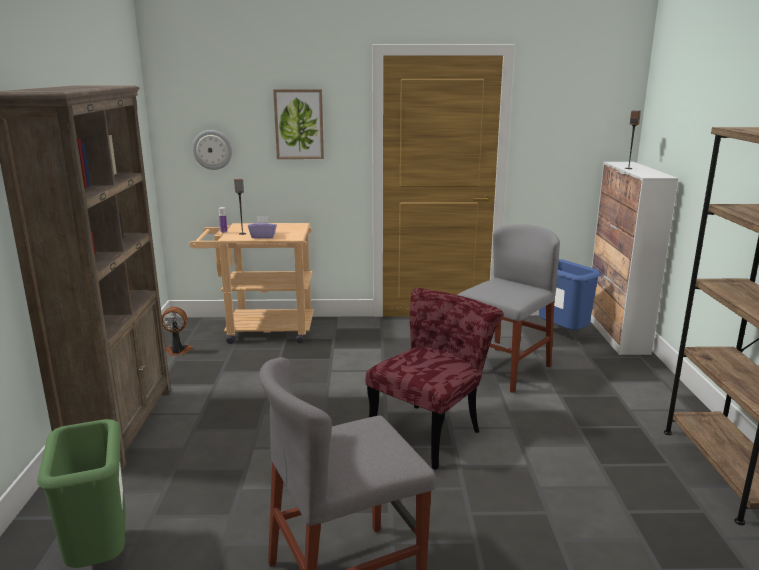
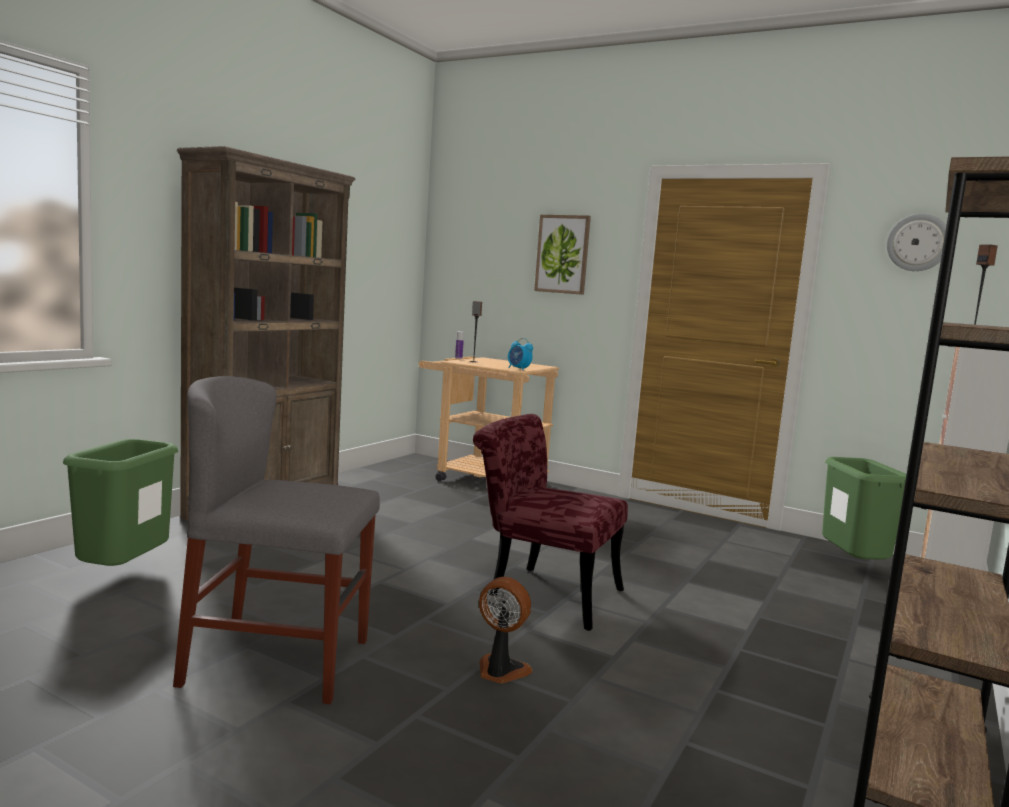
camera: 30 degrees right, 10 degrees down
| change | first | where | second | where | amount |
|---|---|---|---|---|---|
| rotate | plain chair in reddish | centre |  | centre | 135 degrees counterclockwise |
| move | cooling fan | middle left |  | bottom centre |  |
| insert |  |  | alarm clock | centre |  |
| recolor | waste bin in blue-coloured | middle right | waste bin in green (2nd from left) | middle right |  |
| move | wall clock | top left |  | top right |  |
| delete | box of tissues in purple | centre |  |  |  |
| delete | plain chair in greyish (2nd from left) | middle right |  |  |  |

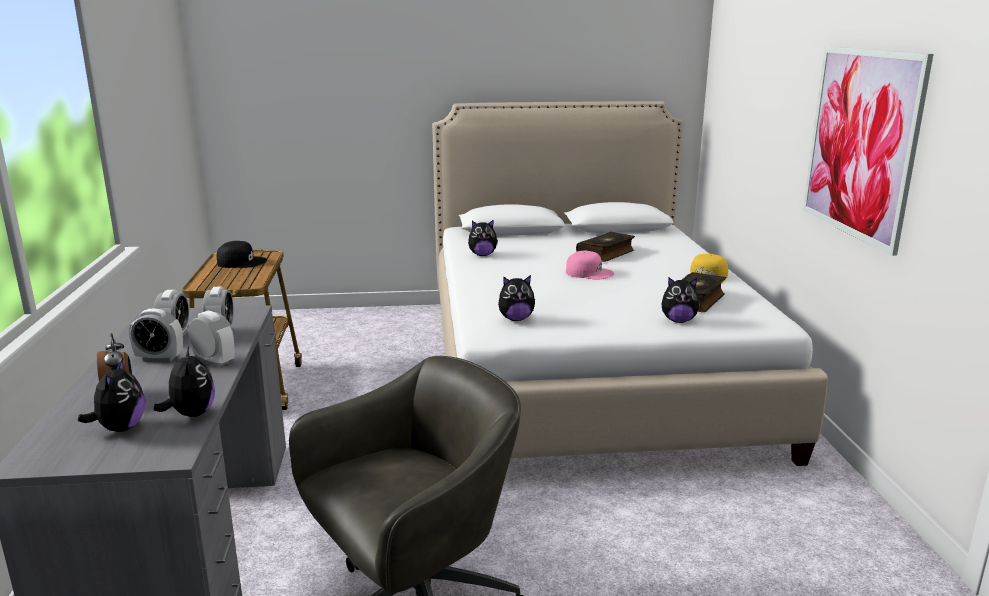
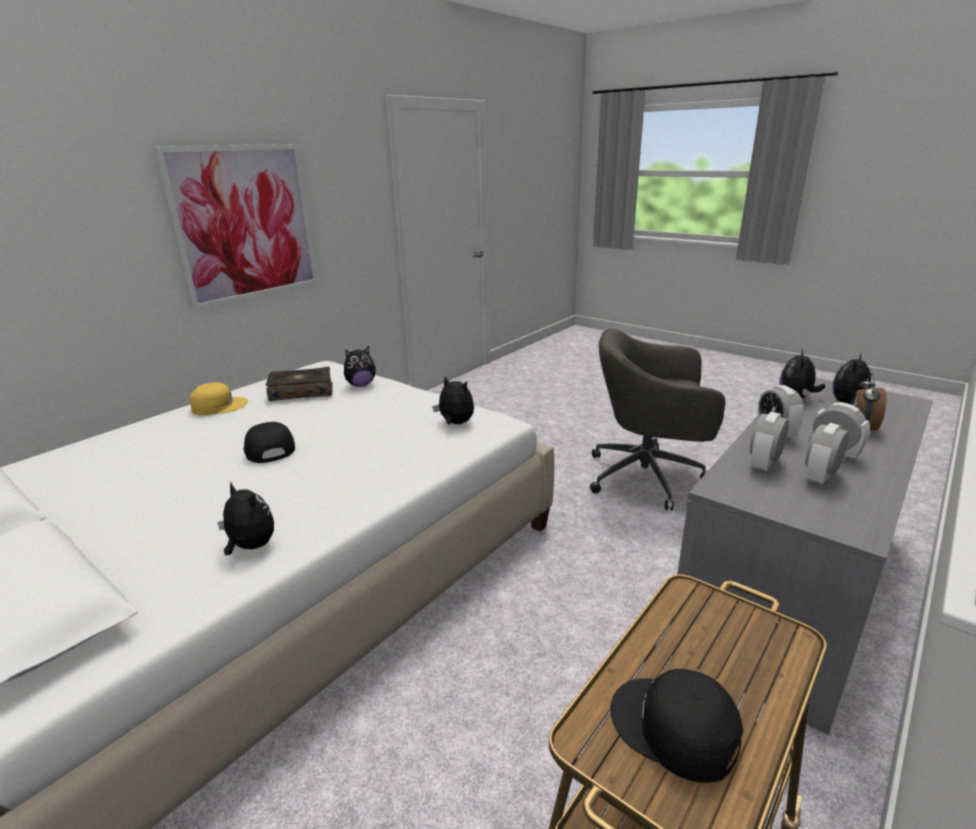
camera: 135 degrees left, 5 degrees up
| change | first | where | second | where | amount |
|---|---|---|---|---|---|
| recolor | baseball cap in pink-coloured | centre | baseball cap in black (1st from left) | middle left |  |
| rotate | plush toy (5th from left in the first image) | middle right | plush toy (2nd from left) | centre | 105 degrees clockwise |
| delete | bound book (1st from left) | centre |  |  |  |

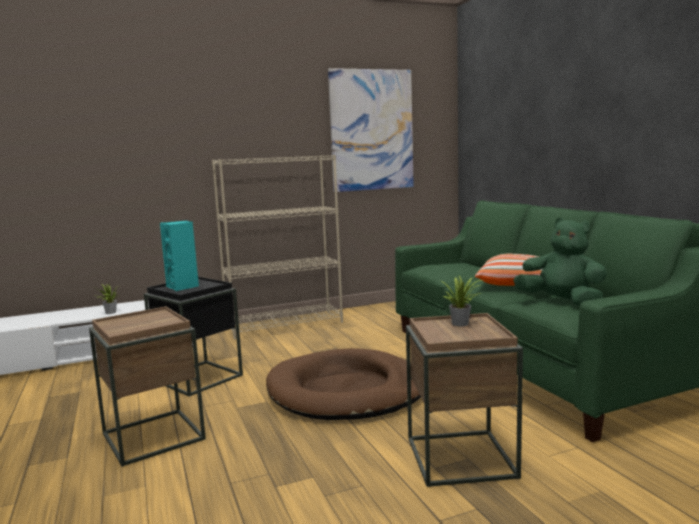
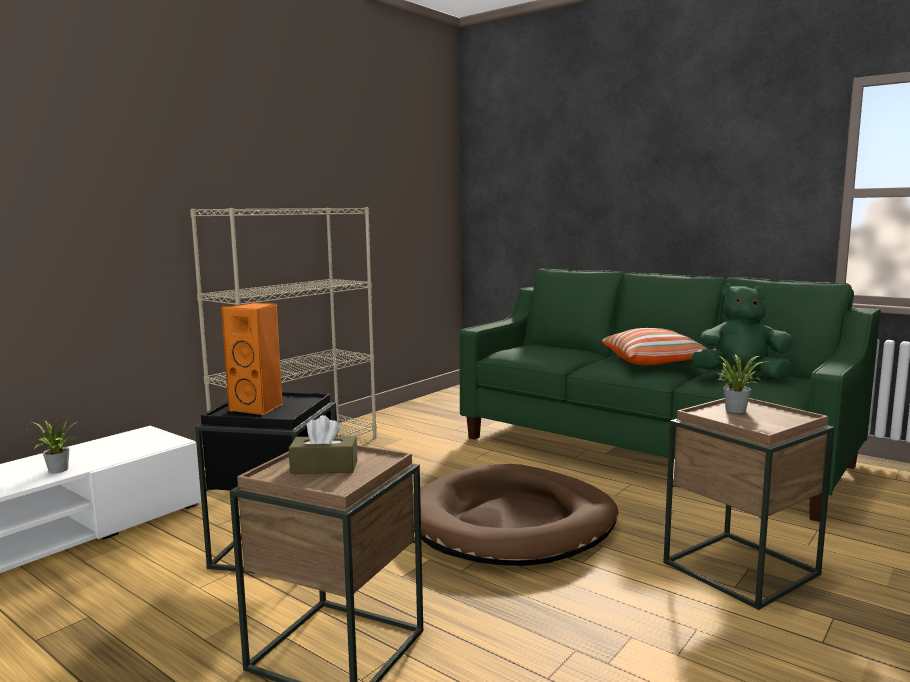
camera: 30 degrees left, 0 degrees up
| change | first | where | second | where | amount |
|---|---|---|---|---|---|
| recolor | speaker in blue-green | middle left | speaker in orangey | middle left |  |
| insert |  |  | box of tissues in brown | centre |  |
| delete | picture | top centre |  |  |  |

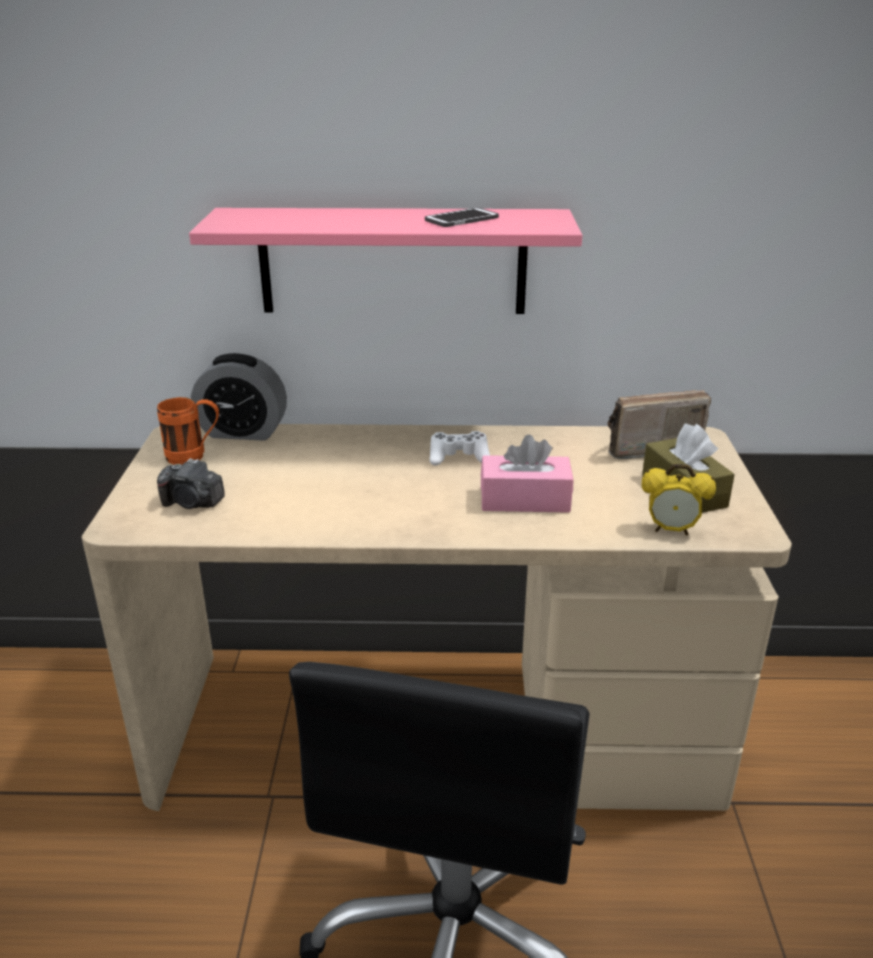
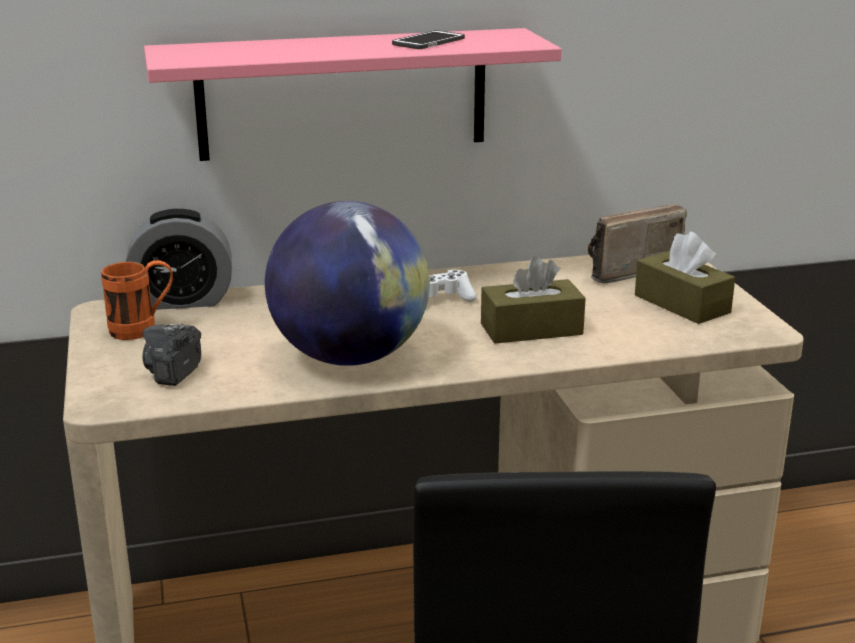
camera: 15 degrees left, 5 degrees down
| change | first | where | second | where | amount |
|---|---|---|---|---|---|
| rotate | still camera | middle left |  | middle left | 105 degrees clockwise |
| insert |  |  | desk globe | centre |  |
| recolor | box of tissues in pink-coloured | centre | box of tissues in brown (1st from left) | centre |  |
| delete | alarm clock (2nd from left) | middle right |  |  |  |

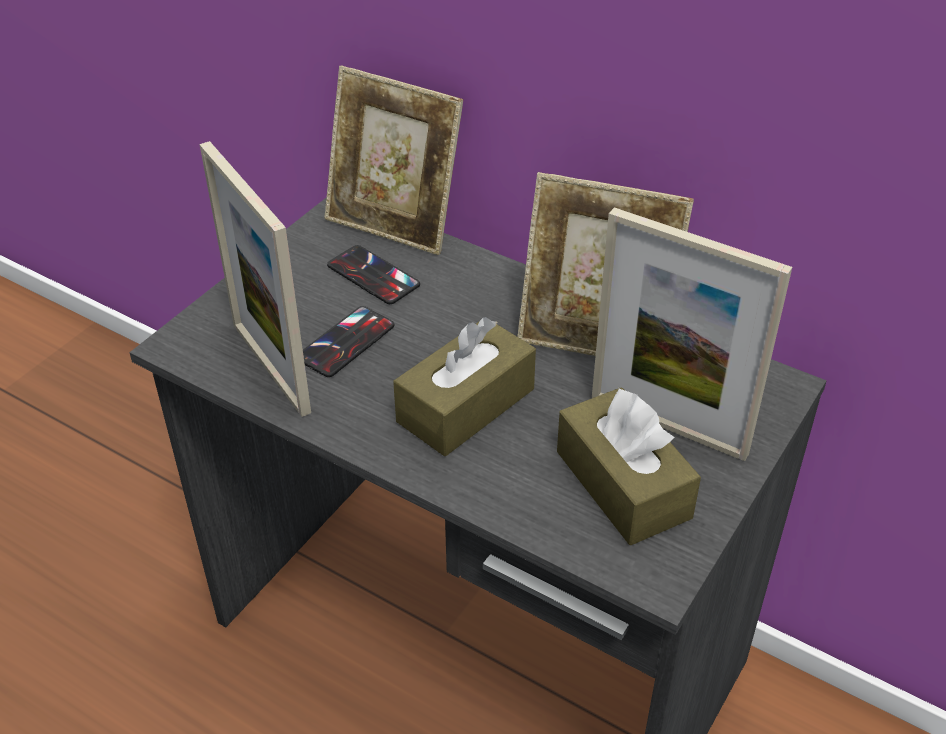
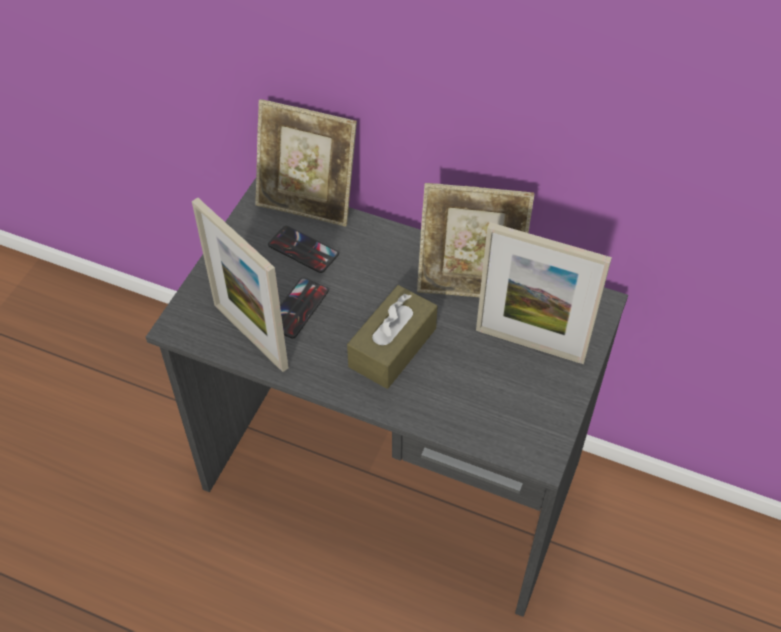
camera: 10 degrees left, 10 degrees up
| change | first | where | second | where | amount |
|---|---|---|---|---|---|
| delete | box of tissues in brown (2nd from left) | centre |  |  |  |

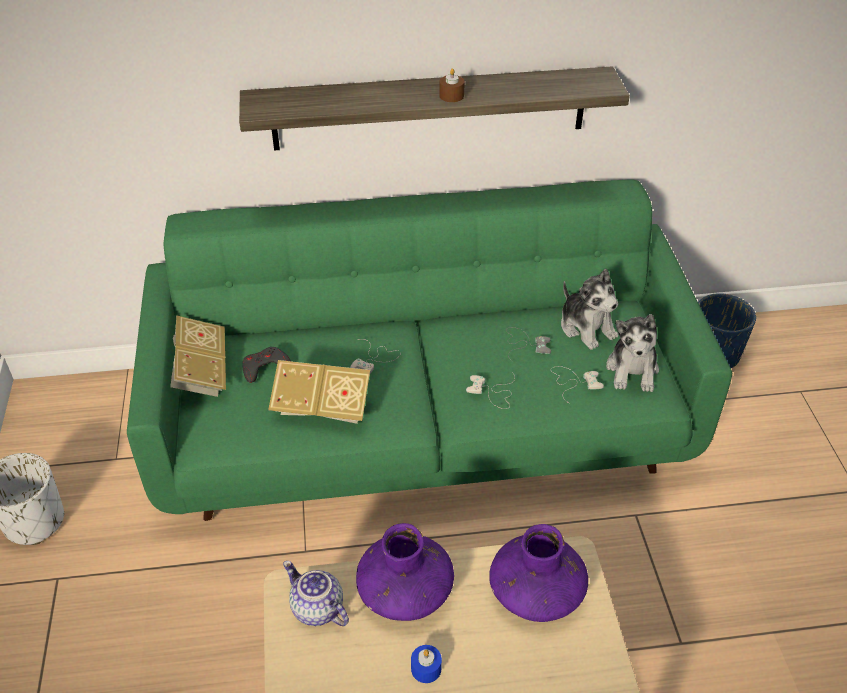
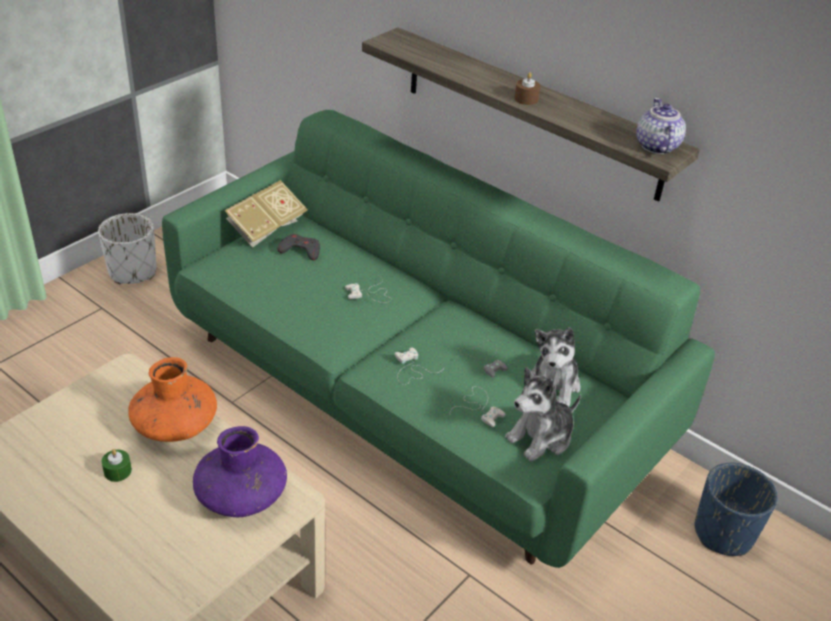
camera: 45 degrees right, 5 degrees down
| change | first | where | second | where | amount |
|---|---|---|---|---|---|
| recolor | candle in blue-coloured | bottom centre | candle in green | bottom left |  |
| recolor | decorative vase in purple (1st from left) | bottom centre | decorative vase in orangey | middle left |  |
| move | tea pot | bottom centre |  | top right |  |
| delete | bound book (2nd from left) | centre |  |  |  |

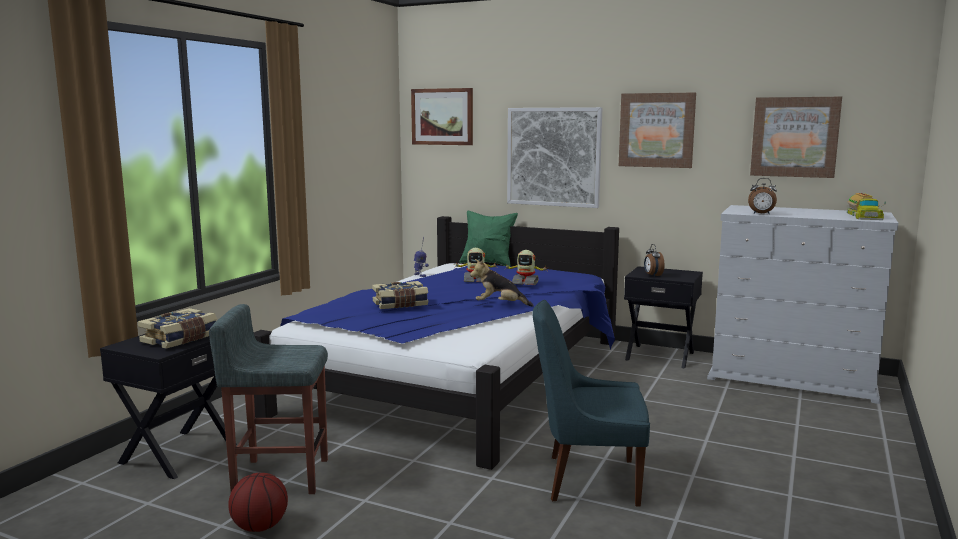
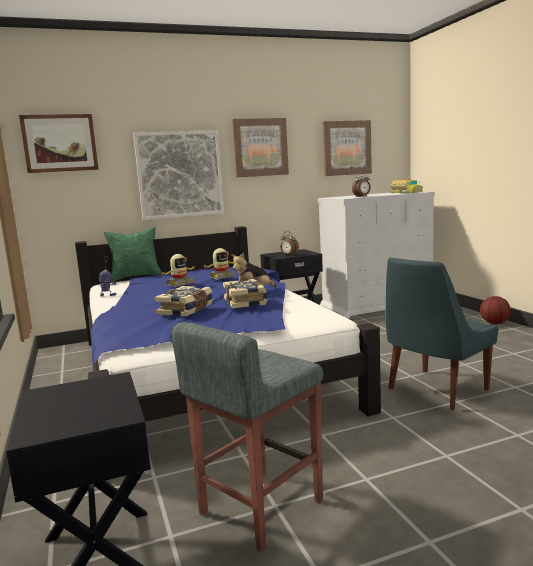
camera: 45 degrees left, 0 degrees up
| change | first | where | second | where | amount |
|---|---|---|---|---|---|
| move | bound book (1st from left in the first image) | middle left | bound book (2nd from left) | centre |  |
| move | ball for basketball | bottom left |  | middle right |  |

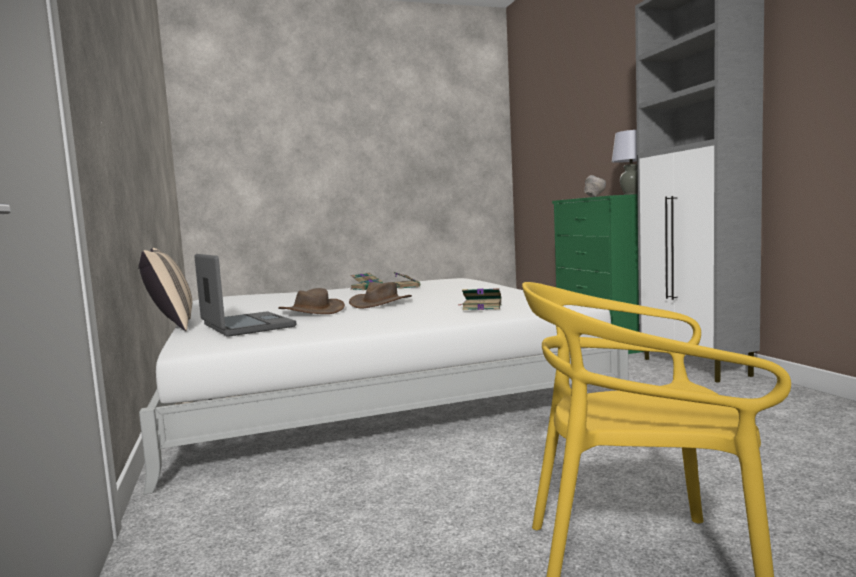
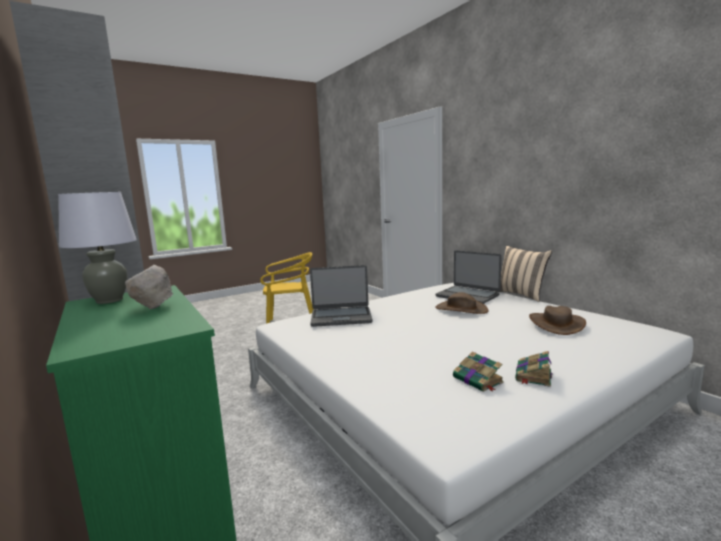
camera: 165 degrees right, 5 degrees up
| change | first | where | second | where | amount |
|---|---|---|---|---|---|
| replace | bound book (3rd from left) | centre | laptop (1st from left) | centre |  |
| move | hat in brown (2nd from left) | centre |  | middle right |  |

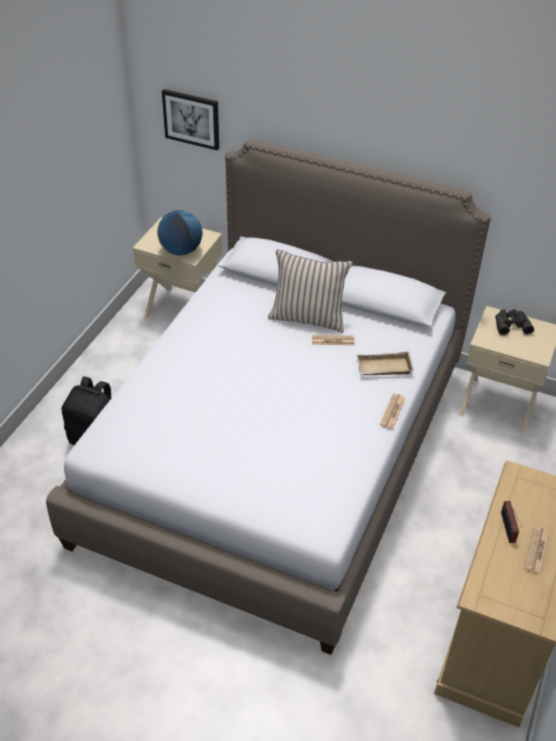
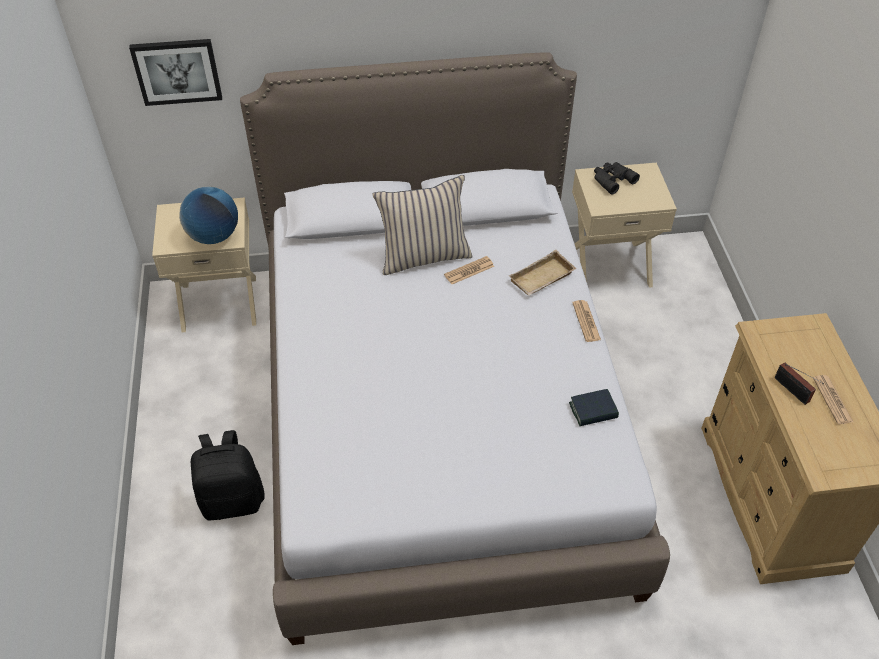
camera: 30 degrees left, 5 degrees up
| change | first | where | second | where | amount |
|---|---|---|---|---|---|
| insert |  |  | bound book | middle right |  |

